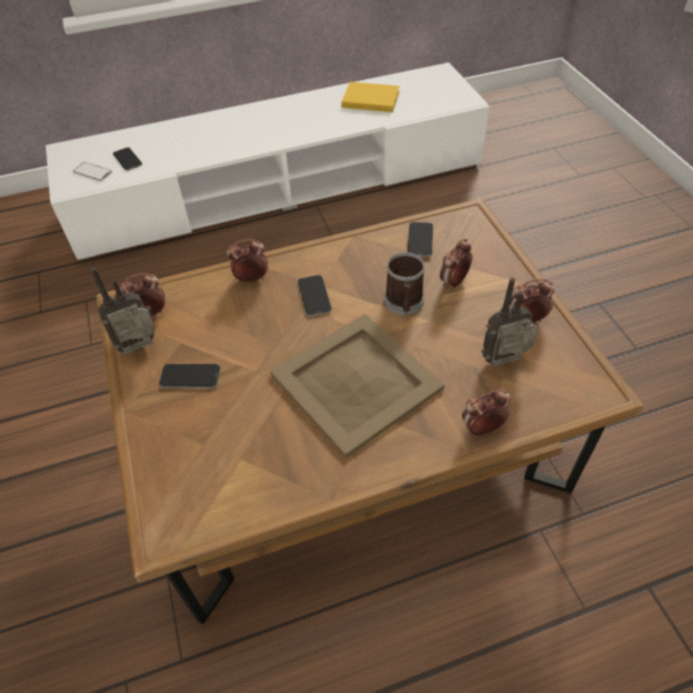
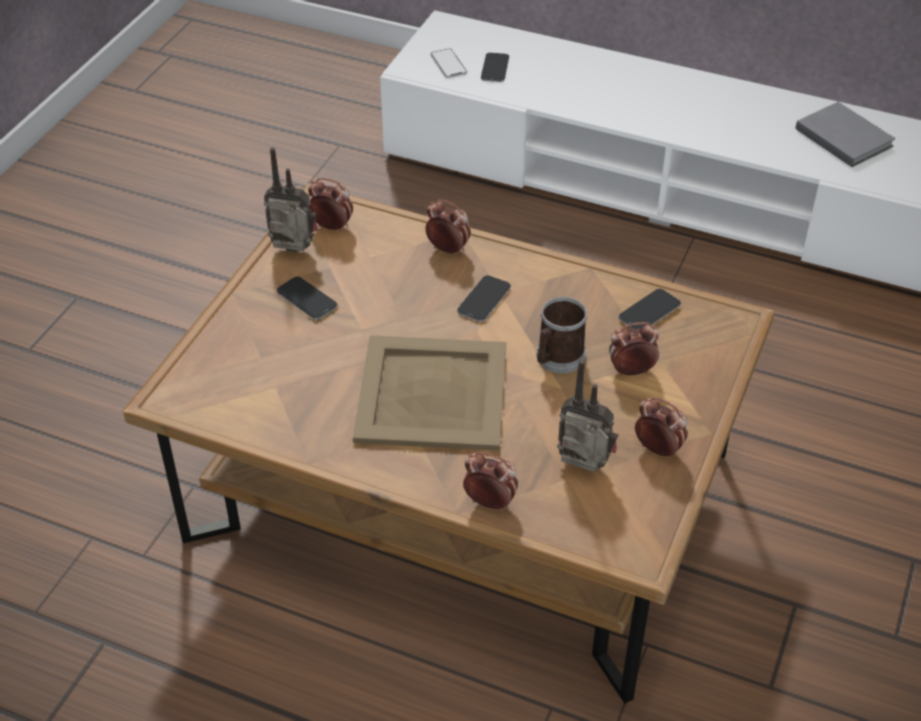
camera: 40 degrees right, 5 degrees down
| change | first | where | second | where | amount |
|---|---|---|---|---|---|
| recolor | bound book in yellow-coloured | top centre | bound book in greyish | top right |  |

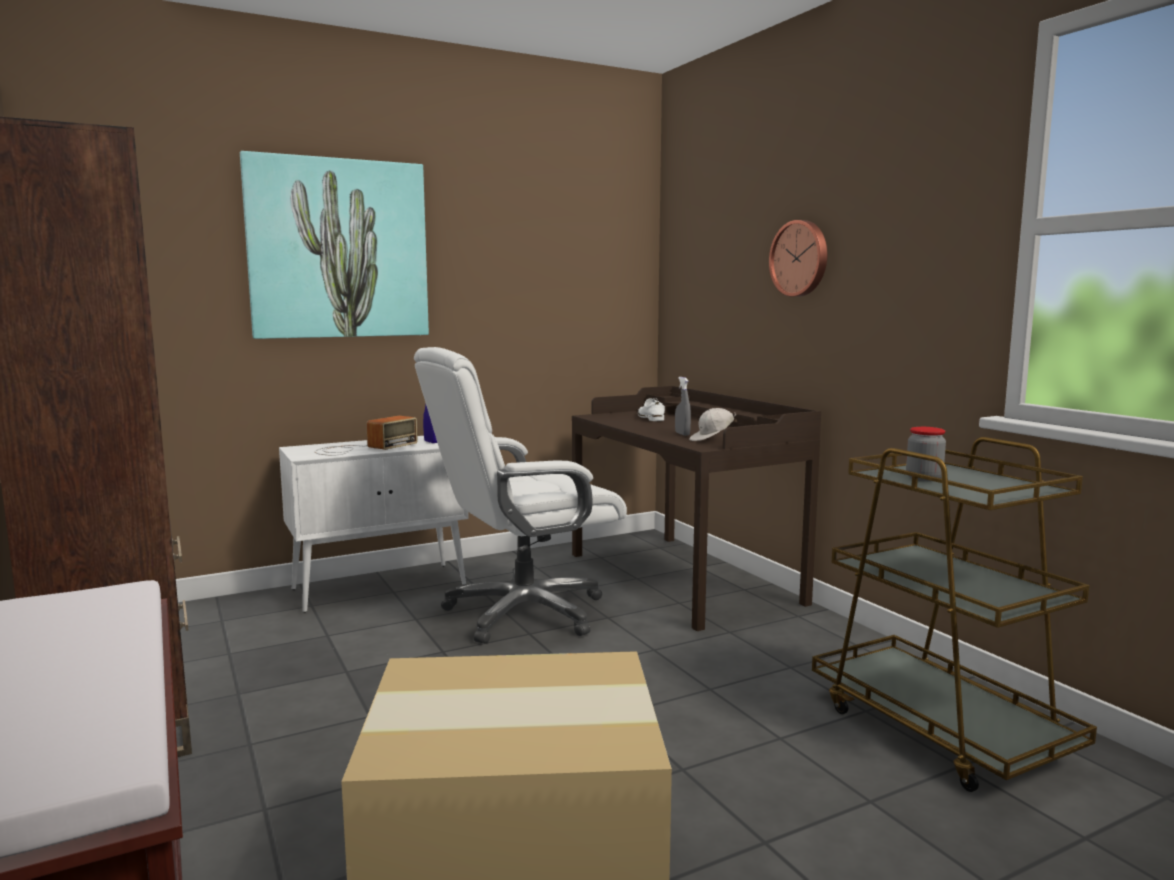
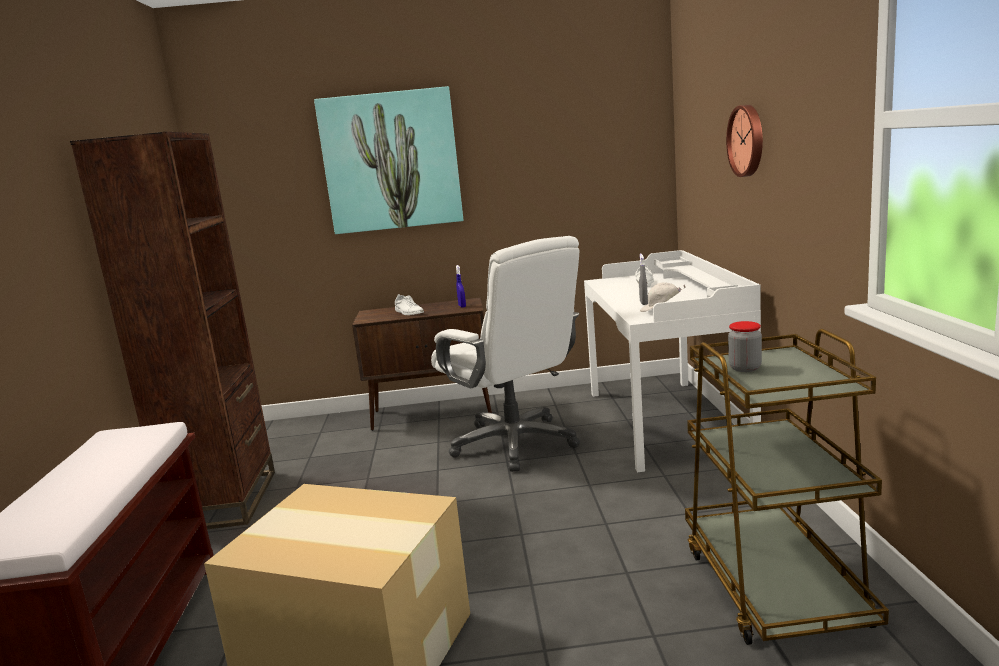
camera: 25 degrees right, 5 degrees up
| change | first | where | second | where | amount |
|---|---|---|---|---|---|
| recolor | storage cabinet in white | middle left | storage cabinet in brown | centre |  |
| replace | radio | middle left | item of footwear in white (1st from left) | centre |  |
| rotate | computer chair in white | centre |  | centre | 120 degrees counterclockwise |
| recolor | desk unit in brown | centre | desk unit in white | middle right |  |

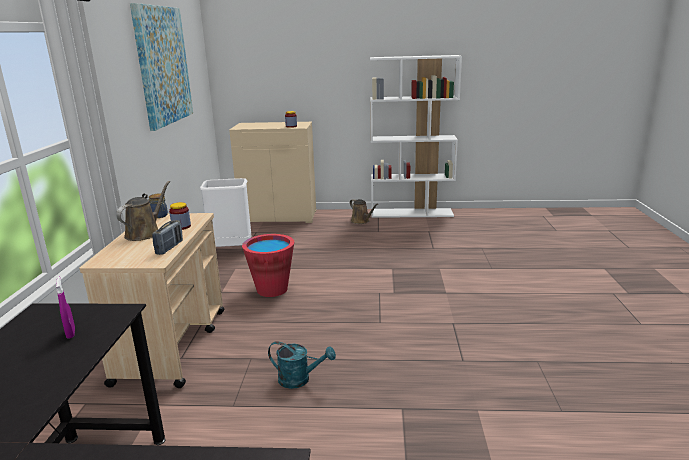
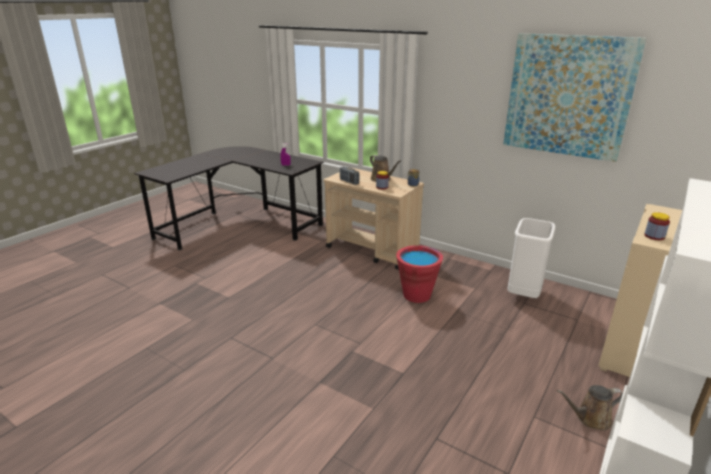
camera: 120 degrees right, 5 degrees up
| change | first | where | second | where | amount |
|---|---|---|---|---|---|
| delete | watering can in blue-green | bottom centre |  |  |  |

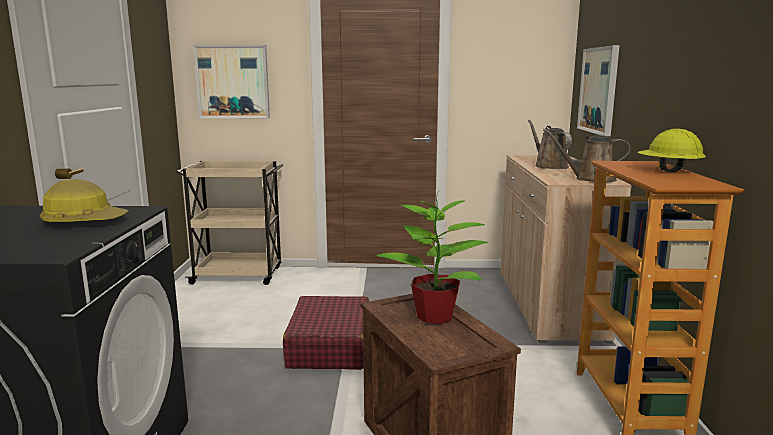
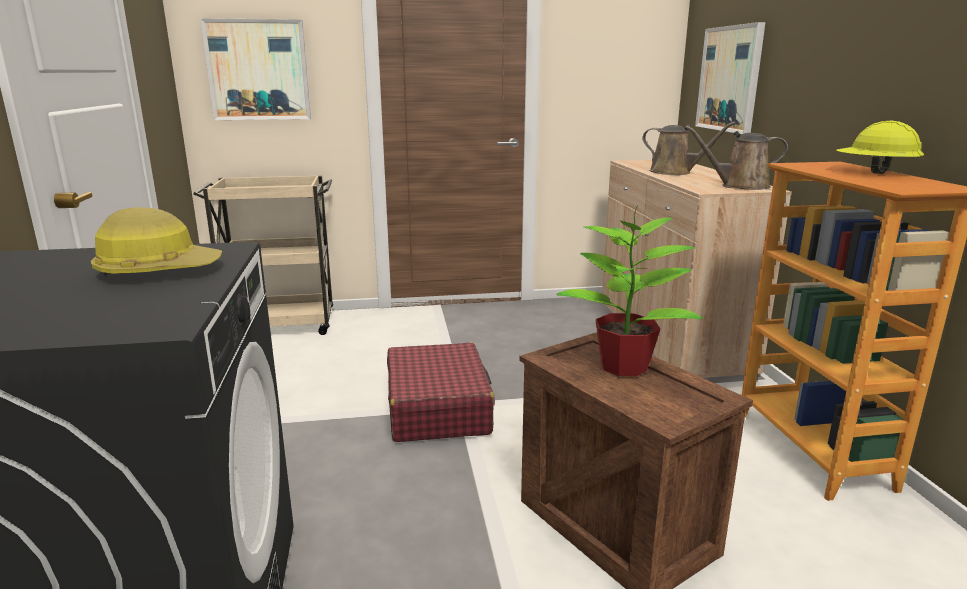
camera: 10 degrees left, 5 degrees up
| change | first | where | second | where | amount |
|---|---|---|---|---|---|
| rotate | watering can in brown (1st from left) | top right |  | top right | 150 degrees clockwise |

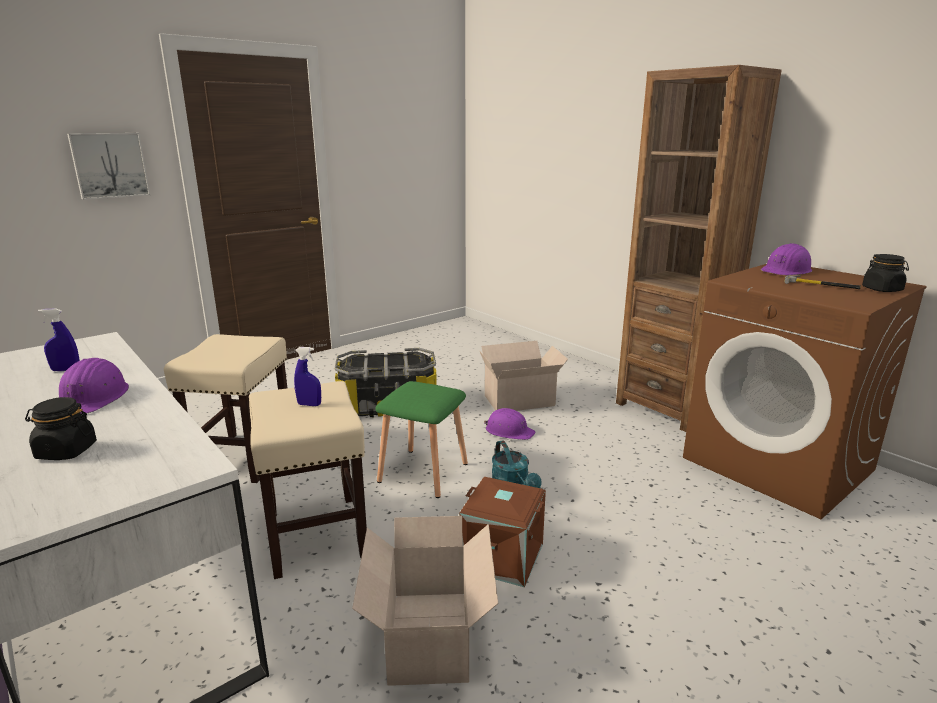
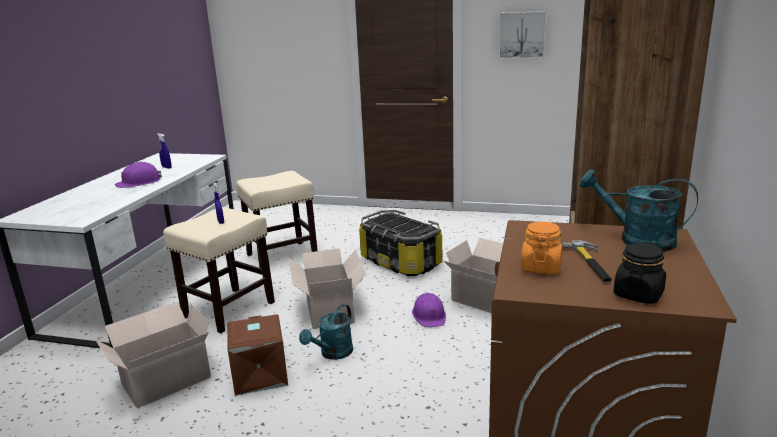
camera: 55 degrees right, 0 degrees up
| change | first | where | second | where | amount |
|---|---|---|---|---|---|
| replace | stool seat in green | centre | packing box (2nd from left) | centre |  |
| move | picture | top left |  | top right |  |
| insert |  |  | jar in orangey | middle right |  |
| replace | work helmet in purple (3rd from left) | middle right | watering can in blue-green (2nd from left) | middle right |  |
| delete | jar in black (1st from left) | middle left |  |  |  |

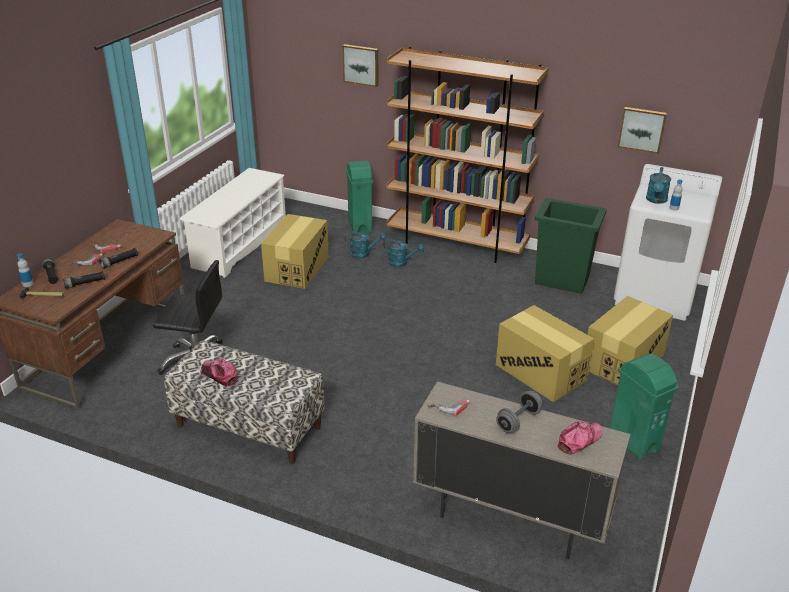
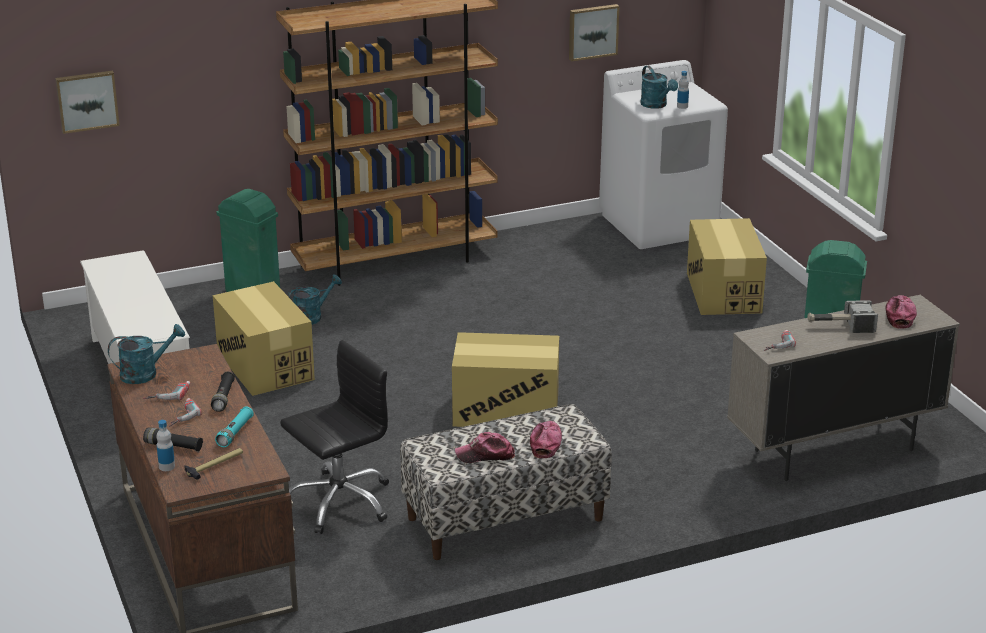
camera: 45 degrees left, 5 degrees down
| change | first | where | second | where | amount |
|---|---|---|---|---|---|
| move | picture (1st from left) | top centre |  | top left |  |
| move | watering can in blue-green (2nd from left in the first image) | centre | watering can in blue-green (1st from left) | middle left |  |
| recolor | hand torch in black (2nd from left) | middle left | hand torch in blue-green | bottom left |  |
| move | packing box (2nd from left) | middle right |  | centre |  |
| insert |  |  | baseball cap (2nd from left) | bottom centre |  |
| replace | free weight in greyish | bottom centre | hammer (2nd from left) | middle right |  |
| delete | waste bin in green (2nd from left) | middle right |  |  |  |

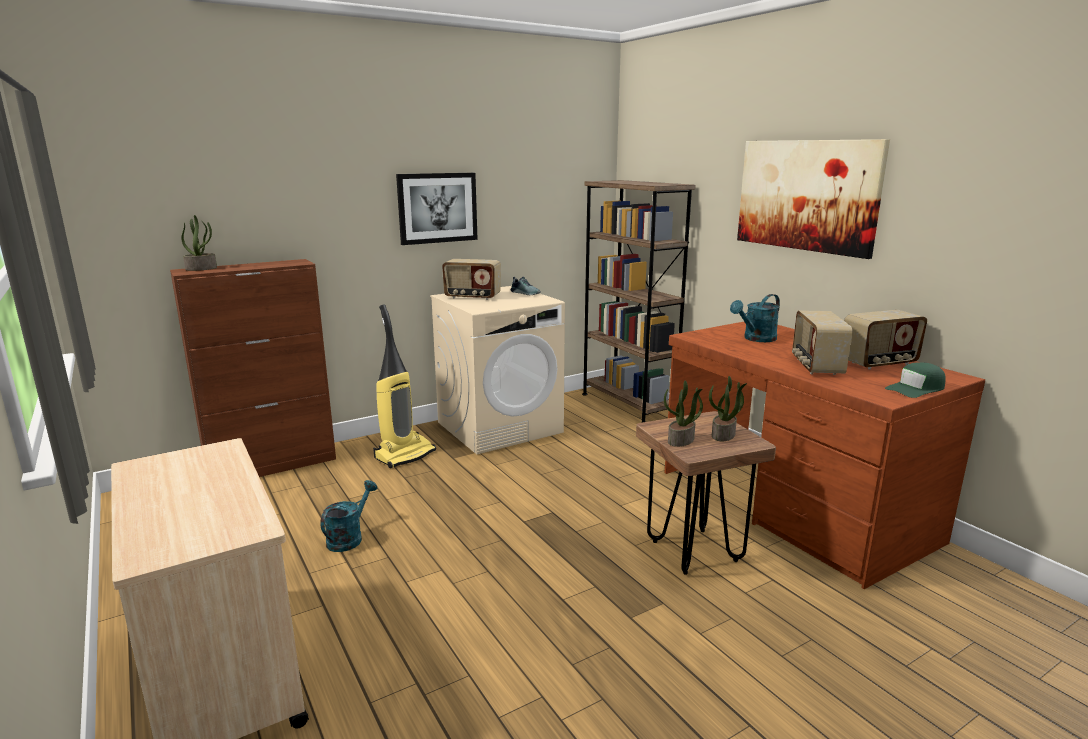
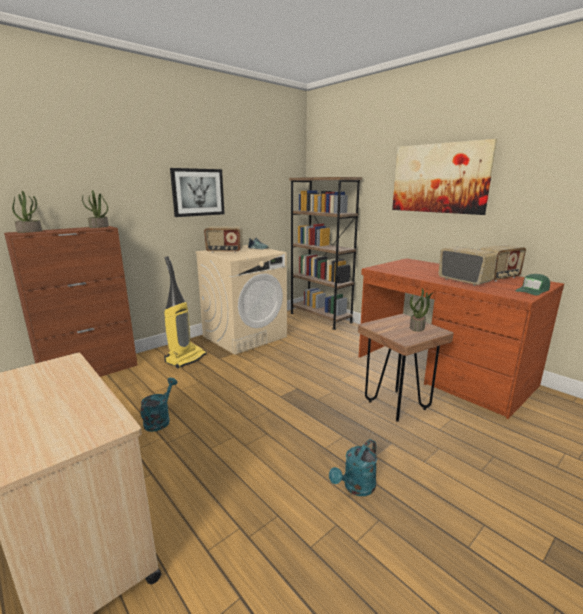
camera: 10 degrees left, 0 degrees up
| change | first | where | second | where | amount |
|---|---|---|---|---|---|
| move | plant in a pot (2nd from left) | centre |  | middle left |  |
| move | watering can in blue-green (2nd from left) | middle right |  | bottom centre |  |
| rotate | radio (2nd from left) | middle right |  | middle right | 150 degrees clockwise |

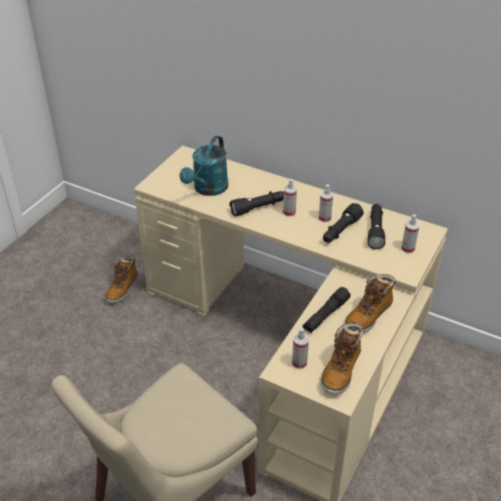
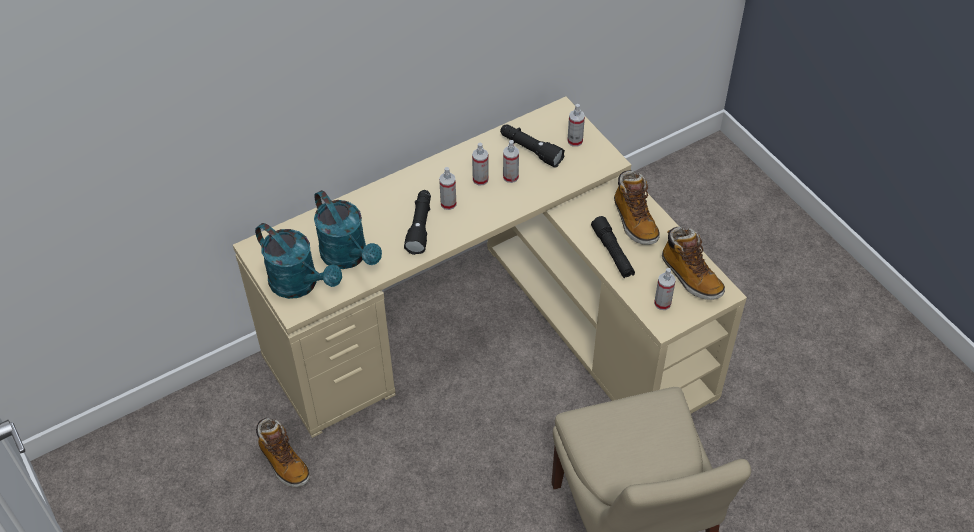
camera: 60 degrees left, 10 degrees up
| change | first | where | second | where | amount |
|---|---|---|---|---|---|
| insert |  |  | watering can in blue-green (1st from left) | middle left |  |
| replace | hand torch in black (3rd from left) | middle right | hand sprayer (3rd from left) | top centre |  |

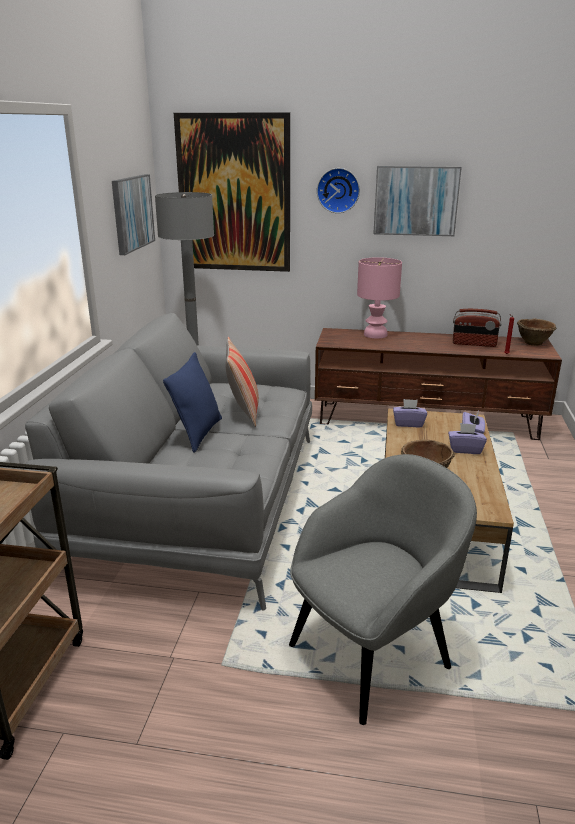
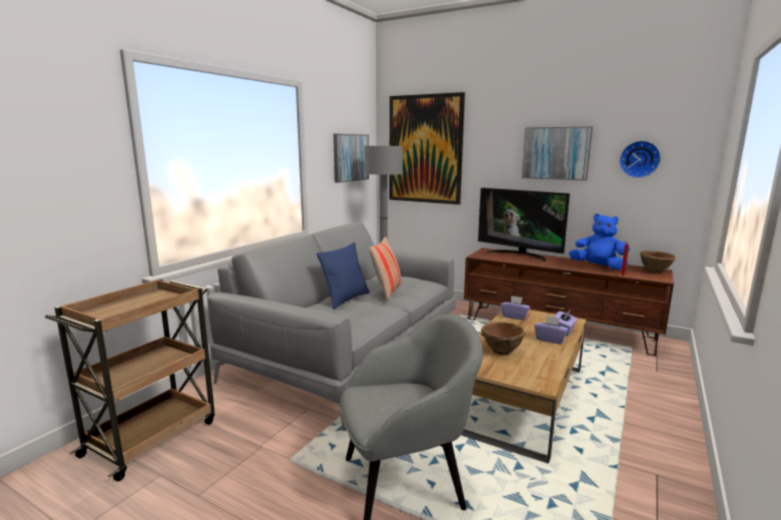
camera: 20 degrees right, 10 degrees down
| change | first | where | second | where | amount |
|---|---|---|---|---|---|
| replace | table lamp in pink-coloured | centre | TV | middle right |  |
| replace | radio | middle right | plush toy in blue-coloured | middle right |  |
| move | wall clock | top centre |  | top right |  |

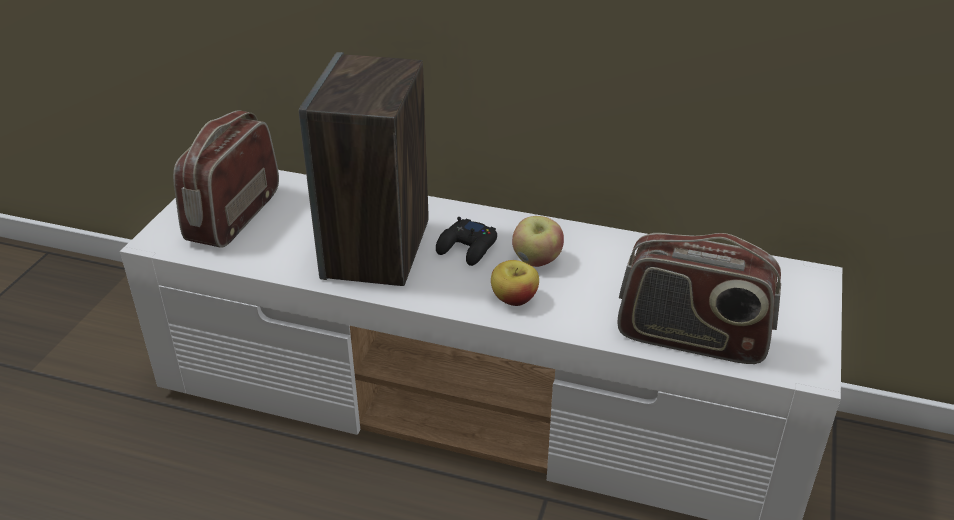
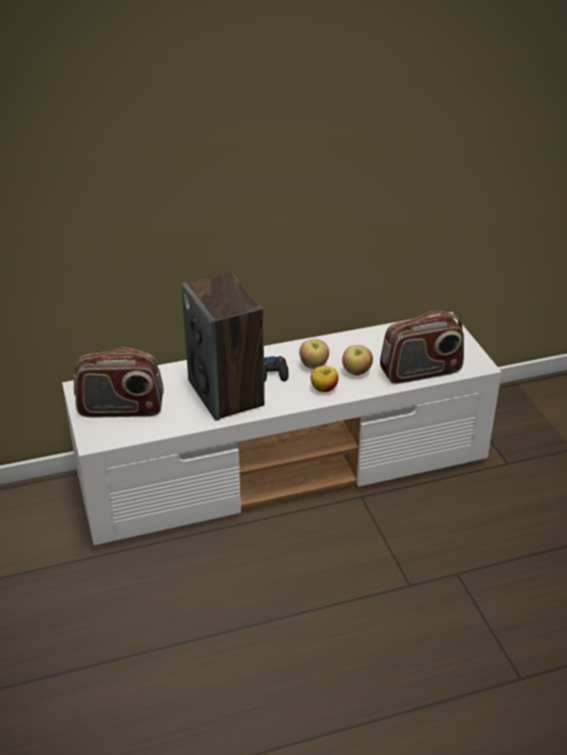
camera: 35 degrees left, 0 degrees up
| change | first | where | second | where | amount |
|---|---|---|---|---|---|
| rotate | radio (1st from left) | middle left |  | middle left | 75 degrees counterclockwise |
| insert |  |  | whole apple (3rd from left) | centre |  |

